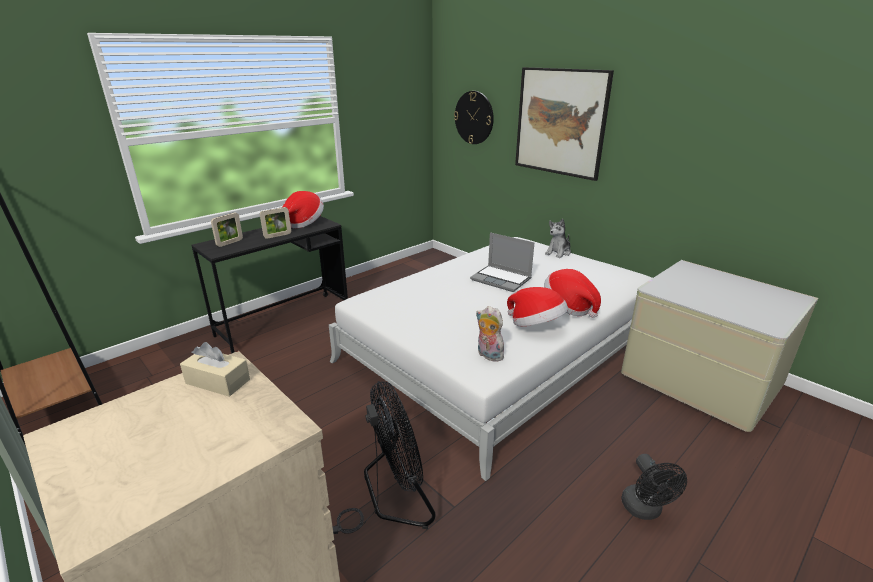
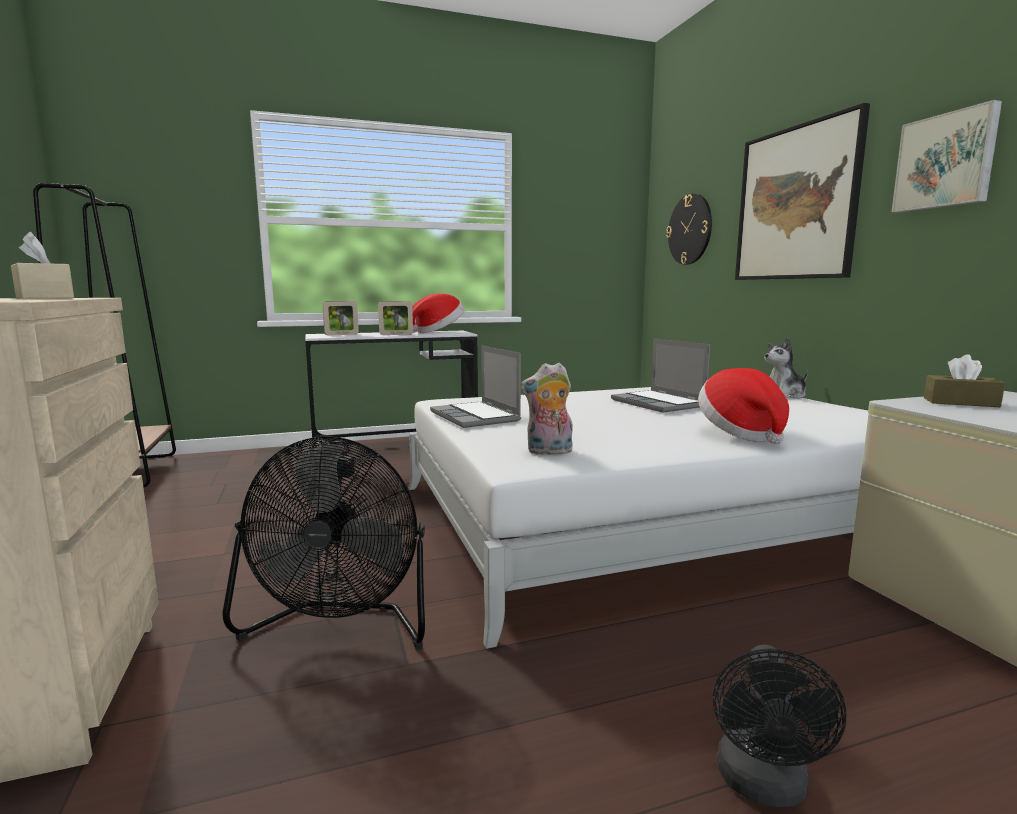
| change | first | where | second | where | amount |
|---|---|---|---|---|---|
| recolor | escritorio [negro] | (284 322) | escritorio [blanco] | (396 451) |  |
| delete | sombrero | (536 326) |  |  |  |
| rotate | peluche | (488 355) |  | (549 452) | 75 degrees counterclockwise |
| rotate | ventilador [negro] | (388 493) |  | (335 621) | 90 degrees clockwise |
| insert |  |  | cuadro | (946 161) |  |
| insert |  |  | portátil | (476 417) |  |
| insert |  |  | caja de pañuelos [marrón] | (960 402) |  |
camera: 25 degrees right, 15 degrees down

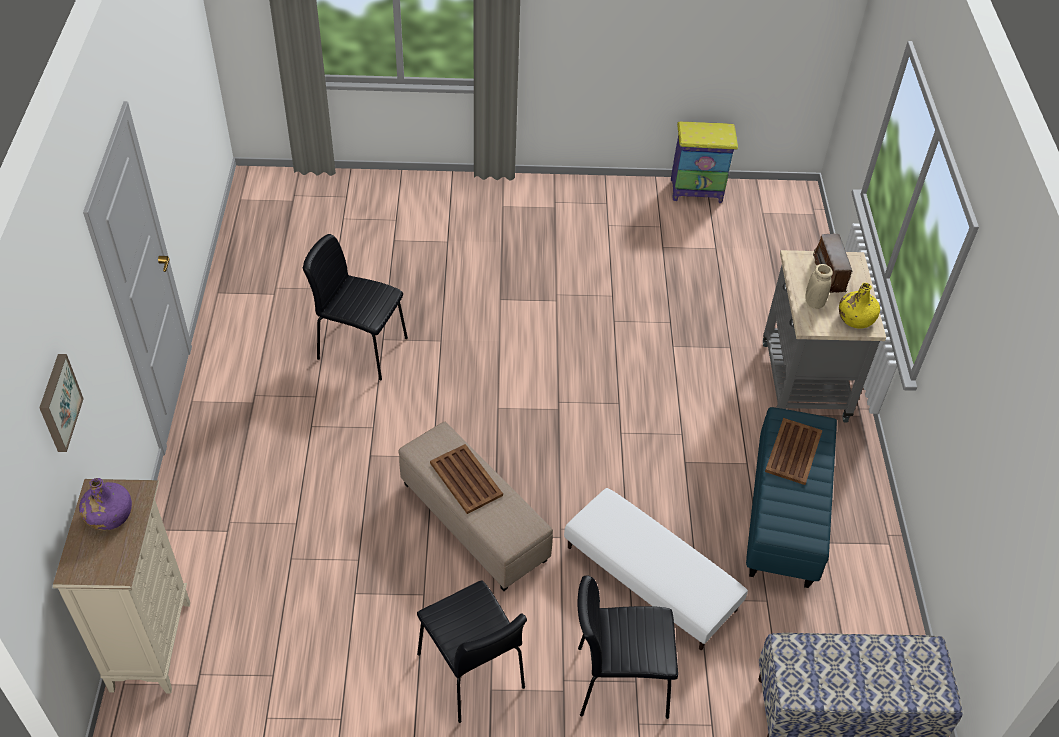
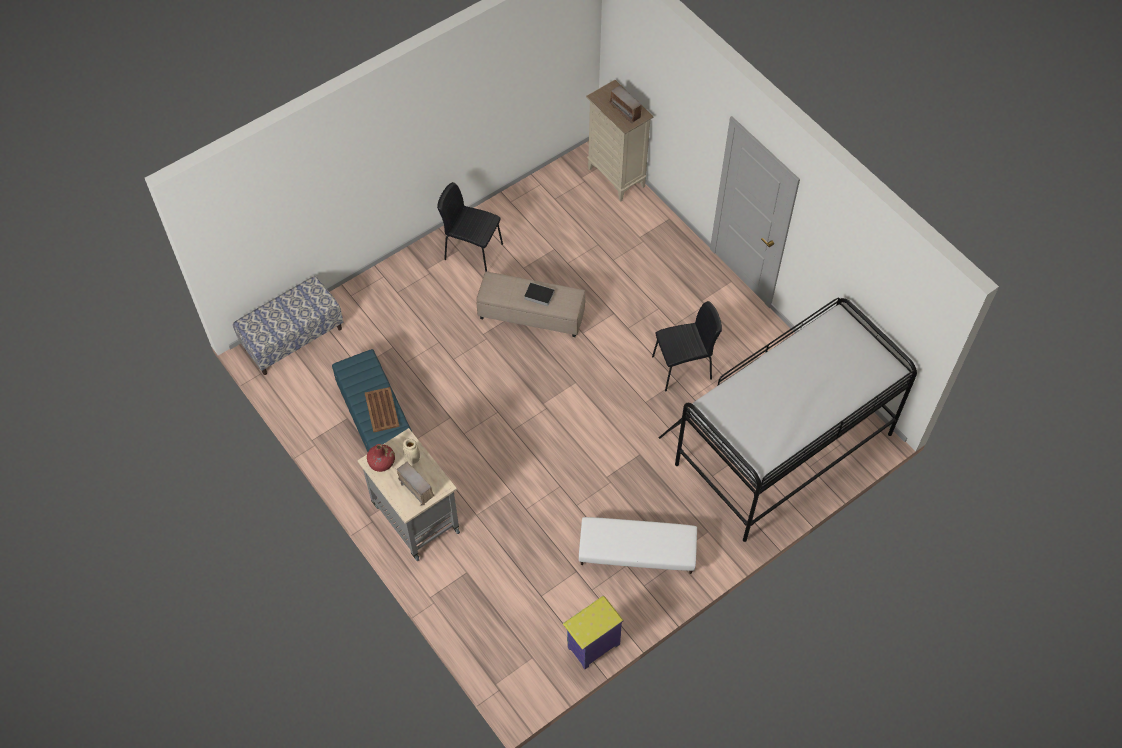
| change | first | where | second | where | amount |
|---|---|---|---|---|---|
| recolor | botella [amarillo] | (856 318) | botella [rojo] | (382 462) |  |
| delete | cuadro | (58 403) |  |  |  |
| replace | bandeja [marrón] | (465 478) | libro | (538 295) |  |
| replace | botella [morado] | (109 515) | radio | (625 110) |  |
| move | puf [blanco] | (651 578) |  | (637 552) |  |
| delete | silla [negro] | (618 682) |  |  |  |
| insert |  |  | cama [negro] | (780 449) |  |
camera: 145 degrees right, 10 degrees up

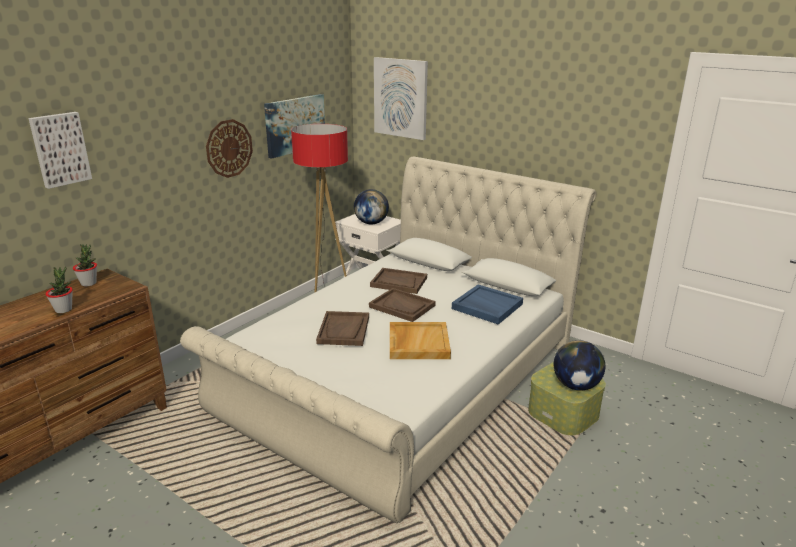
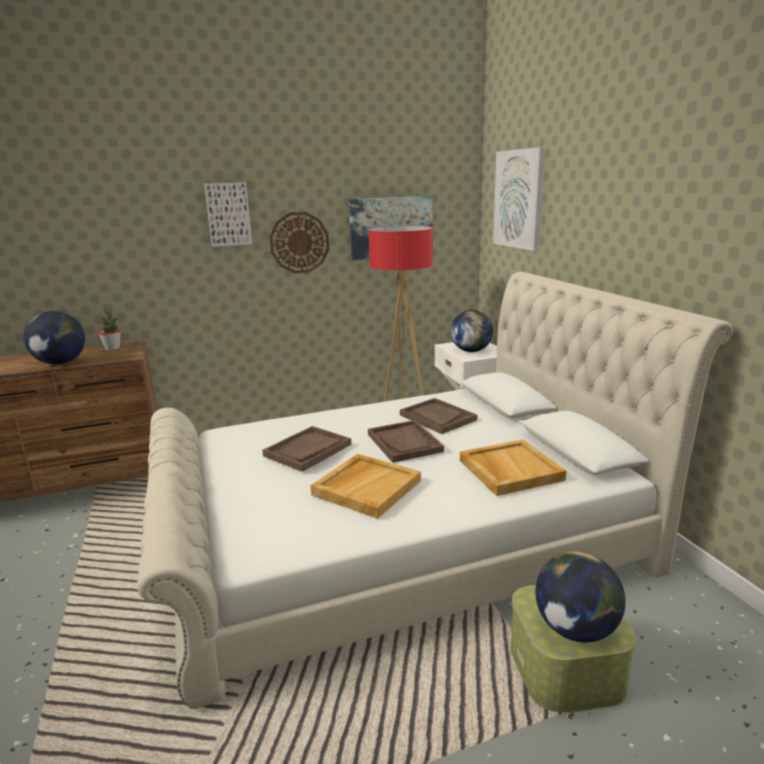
| change | first | where | second | where | amount |
|---|---|---|---|---|---|
| move | cuadro | (60 149) |  | (228 214) |  |
| replace | planta en maceta | (64 310) | globo terráqueo | (60 363) |  |
| recolor | bandeja [azul] | (486 306) | bandeja [beis] | (509 470) |  |
camera: 35 degrees right, 5 degrees down

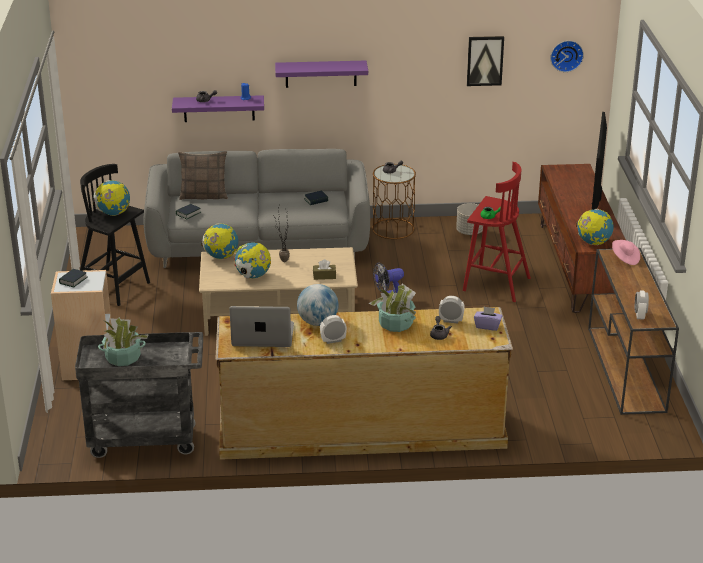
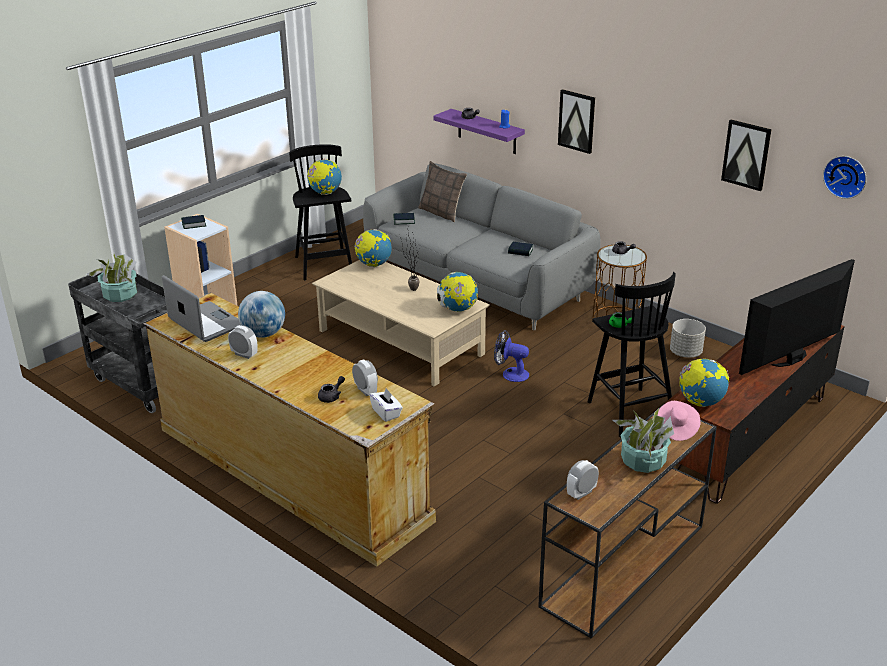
| change | first | where | second | where | amount |
|---|---|---|---|---|---|
| replace | estante [morado] | (321 74) | cuadro | (577 121) |  |
| recolor | taburete [rojo] | (494 283) | taburete [negro] | (628 410) |  |
| move | globo terráqueo | (253 276) |  | (457 309) |  |
| delete | caja de pañuelos [marrón] | (324 276) |  |  |  |
| move | planta en maceta | (396 324) |  | (643 461) |  |
| recolor | caja de pañuelos [morado] | (487 326) | caja de pañuelos [blanco] | (386 413) |  |
camera: 45 degrees right, 0 degrees up

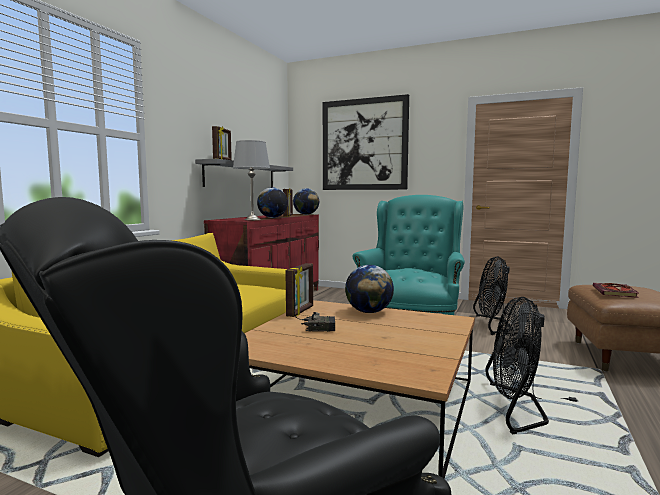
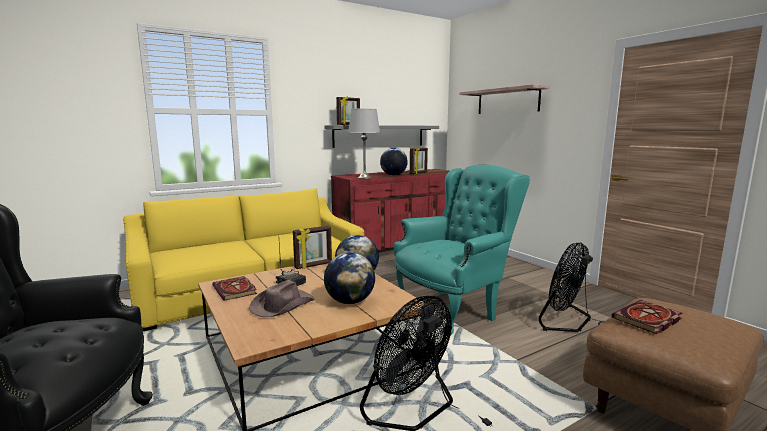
| change | first | where | second | where | amount |
|---|---|---|---|---|---|
| replace | cuadro | (364 144) | estante | (507 101) |  |
| move | globo terráqueo | (306 214) |  | (350 301) |  |
| insert |  |  | libro | (236 290) |  |
| insert |  |  | sombrero [marrón] | (281 305) |  |
camera: 35 degrees right, 5 degrees up

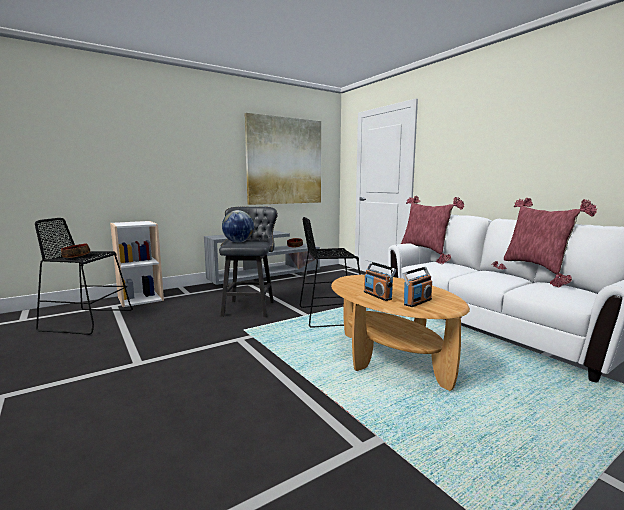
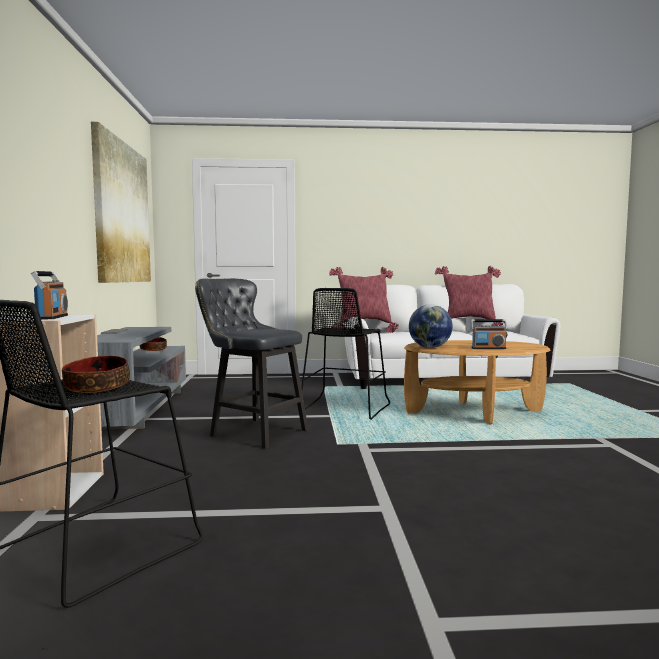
| change | first | where | second | where | amount |
|---|---|---|---|---|---|
| move | globo terráqueo | (238 242) |  | (429 347) |  |
| move | radio | (417 302) |  | (52 317) |  |
camera: 60 degrees left, 5 degrees down

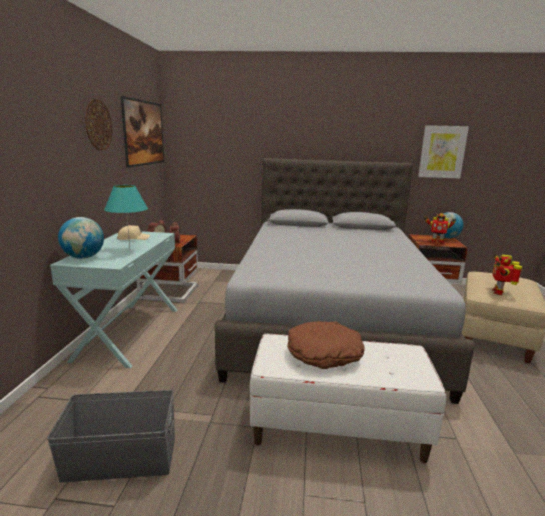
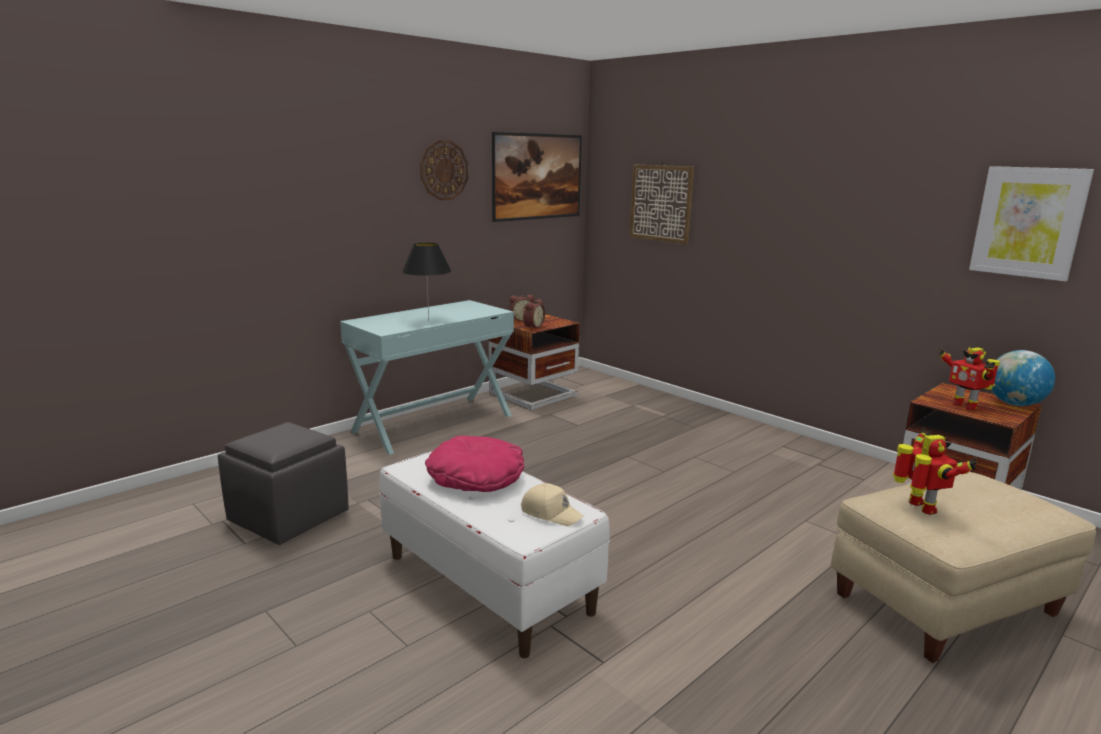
| change | first | where | second | where | amount |
|---|---|---|---|---|---|
| delete | cama [gris] | (330 317) |  |  |  |
| recolor | lámpara de mesa [turquesa] | (129 250) | lámpara de mesa [negro] | (428 321) |  |
| delete | globo terráqueo | (84 257) |  |  |  |
| move | gorra [beis] | (133 238) |  | (551 513) |  |
| rotate | robot de juguete | (499 292) |  | (920 508) | 105 degrees clockwise |
| recolor | cojín [marrón] | (323 353) | cojín [rosa] | (477 477) |  |
| replace | caja de almacenaje [gris] | (120 458) | puf [gris] | (289 516) |  |
| insert |  |  | cuadro | (661 202) |  |
camera: 40 degrees right, 0 degrees up

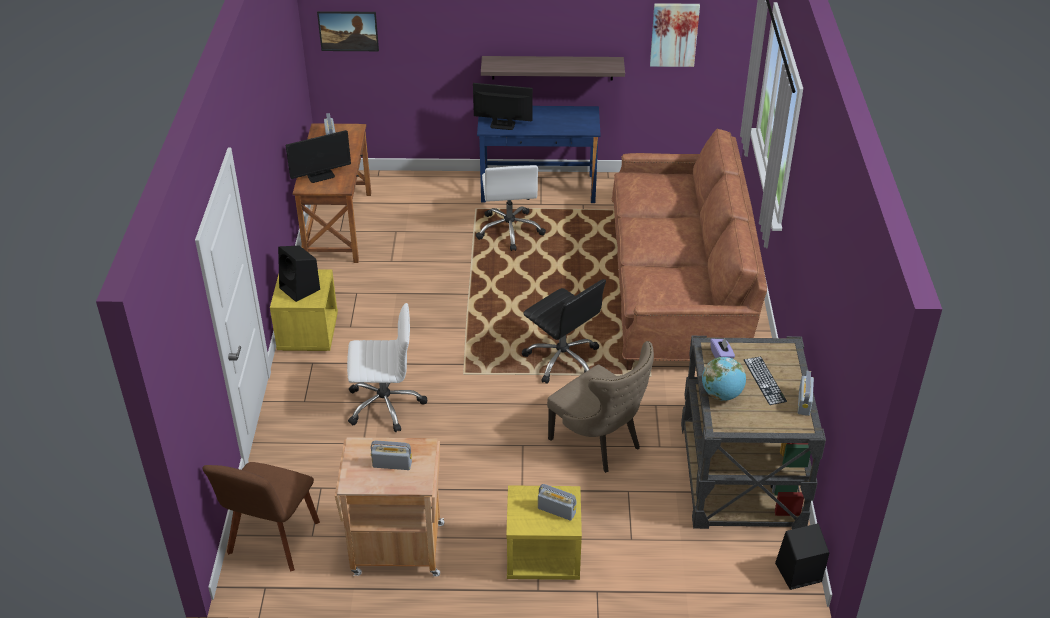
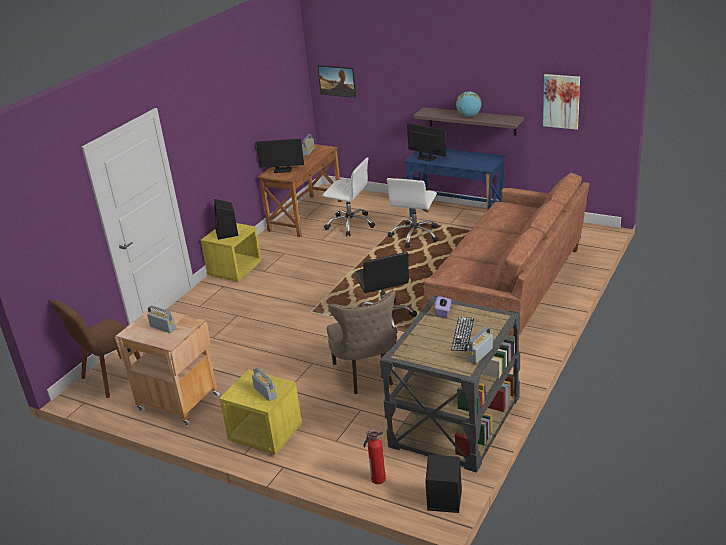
| change | first | where | second | where | amount |
|---|---|---|---|---|---|
| move | silla de oficina [blanco] | (385 404) |  | (350 224) |  |
| move | globo terráqueo | (721 394) |  | (469 116) |  |
| insert |  |  | extintor | (377 479) |  |
camera: 30 degrees right, 10 degrees down

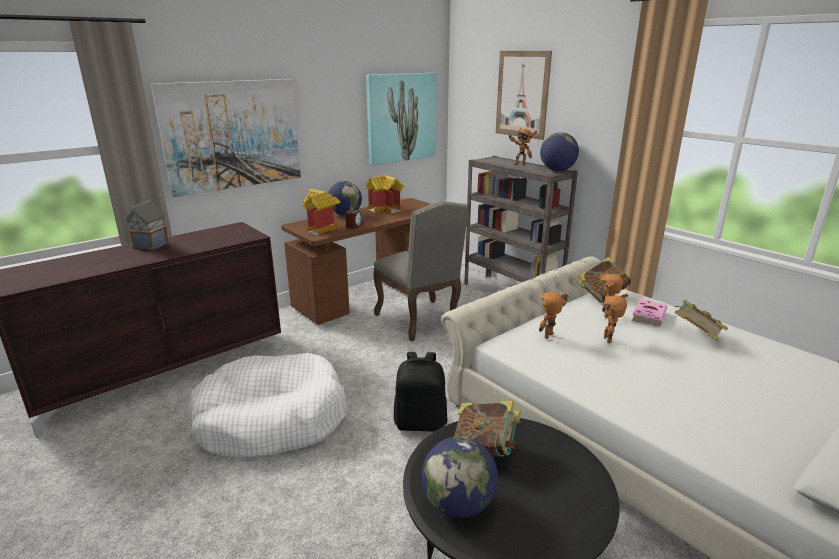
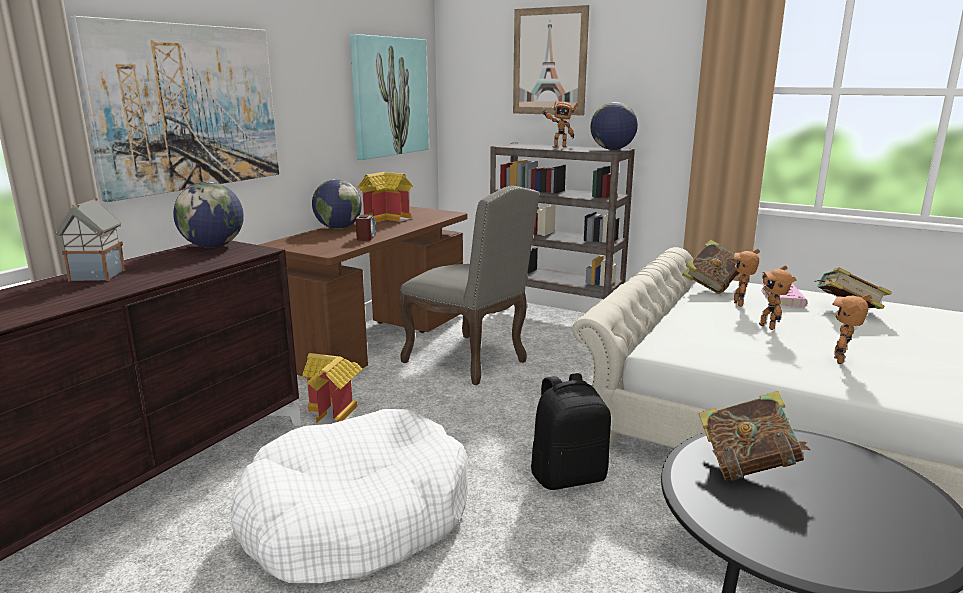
| change | first | where | second | where | amount |
|---|---|---|---|---|---|
| move | casita | (322 228) |  | (335 412) |  |
| move | robot de juguete | (551 337) |  | (842 360) |  |
| move | globo terráqueo | (458 504) |  | (213 246) |  |
camera: 20 degrees left, 5 degrees down

